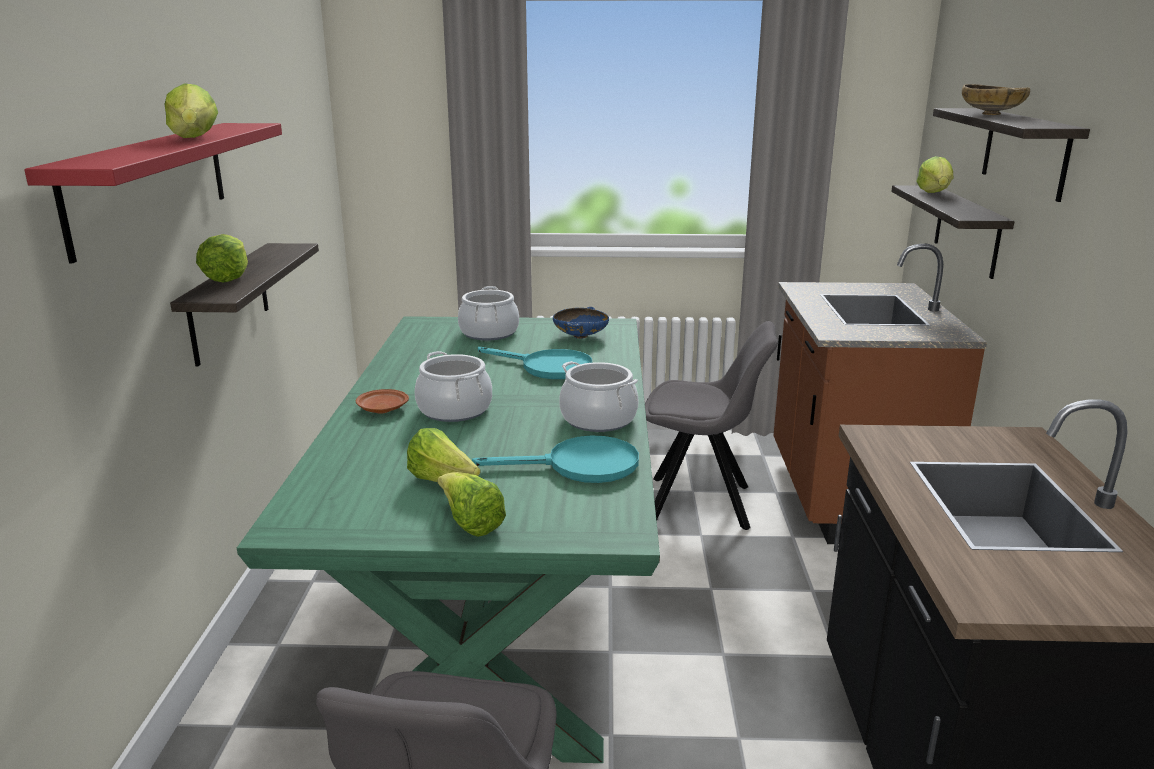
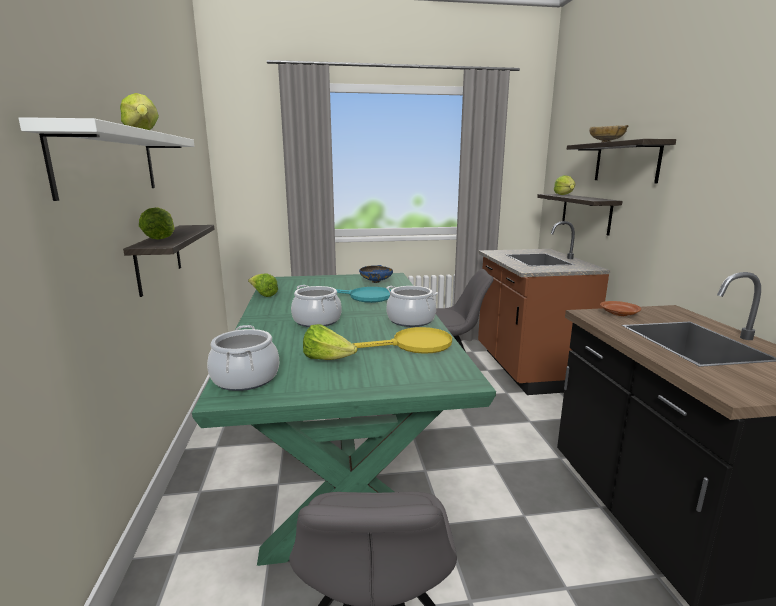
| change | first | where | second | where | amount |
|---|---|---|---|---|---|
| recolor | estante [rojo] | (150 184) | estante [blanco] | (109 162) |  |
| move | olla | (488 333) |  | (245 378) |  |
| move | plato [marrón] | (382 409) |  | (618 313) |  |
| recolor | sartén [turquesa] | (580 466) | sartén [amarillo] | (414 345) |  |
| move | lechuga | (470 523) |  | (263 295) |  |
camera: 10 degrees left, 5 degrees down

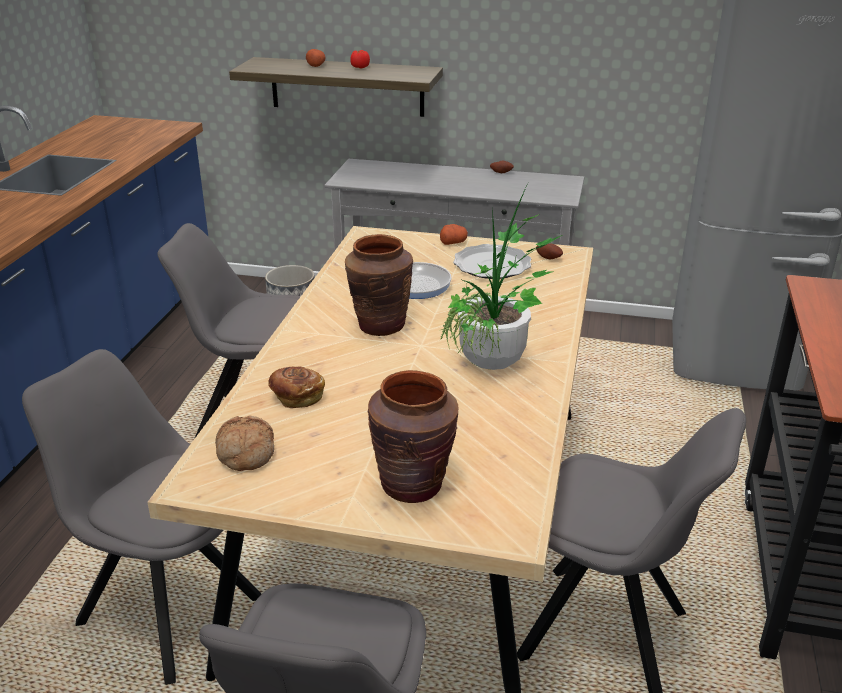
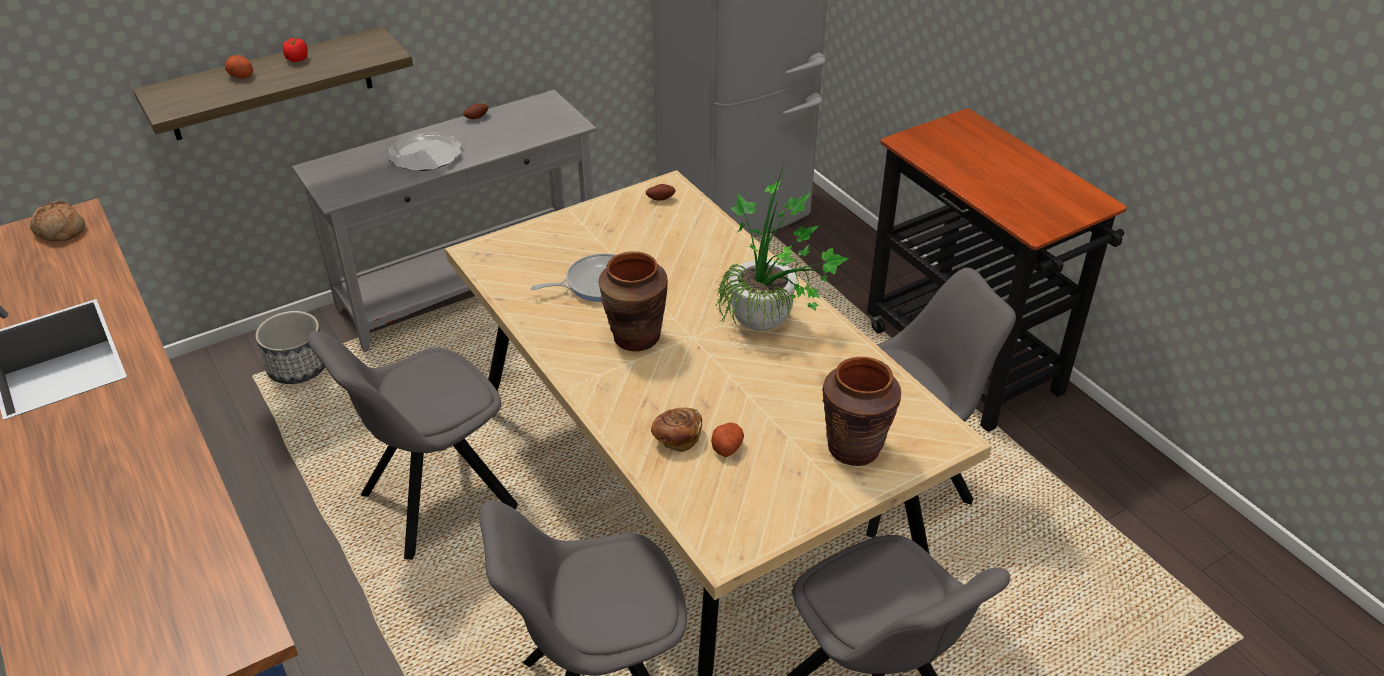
| change | first | where | second | where | amount |
|---|---|---|---|---|---|
| move | patata | (453 242) |  | (726 446) |  |
| move | plato | (491 265) |  | (425 155) |  |
| move | pan | (244 453) |  | (59 231) |  |
camera: 45 degrees left, 10 degrees up

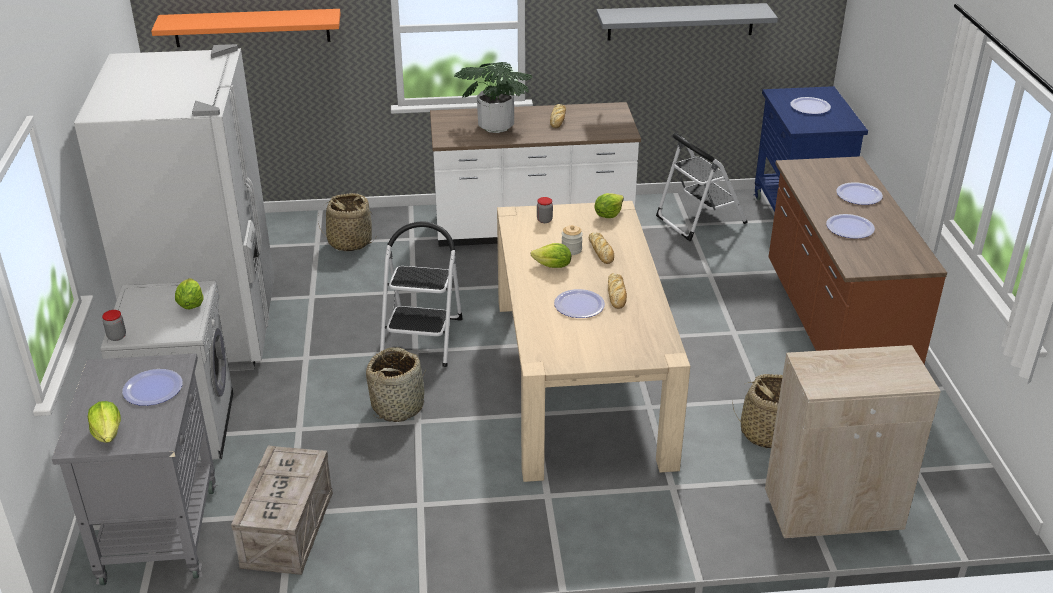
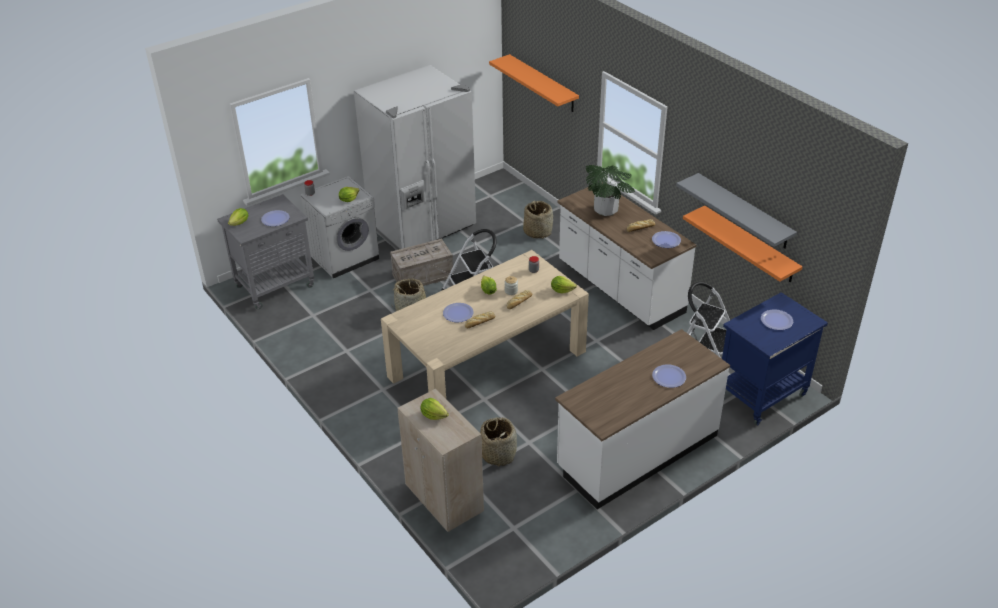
| change | first | where | second | where | amount |
|---|---|---|---|---|---|
| recolor | mueble bajo de cocina [marrón] | (833 326) | mueble bajo de cocina [blanco] | (637 451) |  |
| move | plato | (850 228) |  | (666 240) |  |
| move | caja de embalaje | (287 528) |  | (423 276) |  |
| insert |  |  | estante [naranja] | (750 244) |  |
| insert |  |  | lechuga | (433 415) |  |
camera: 60 degrees right, 5 degrees up

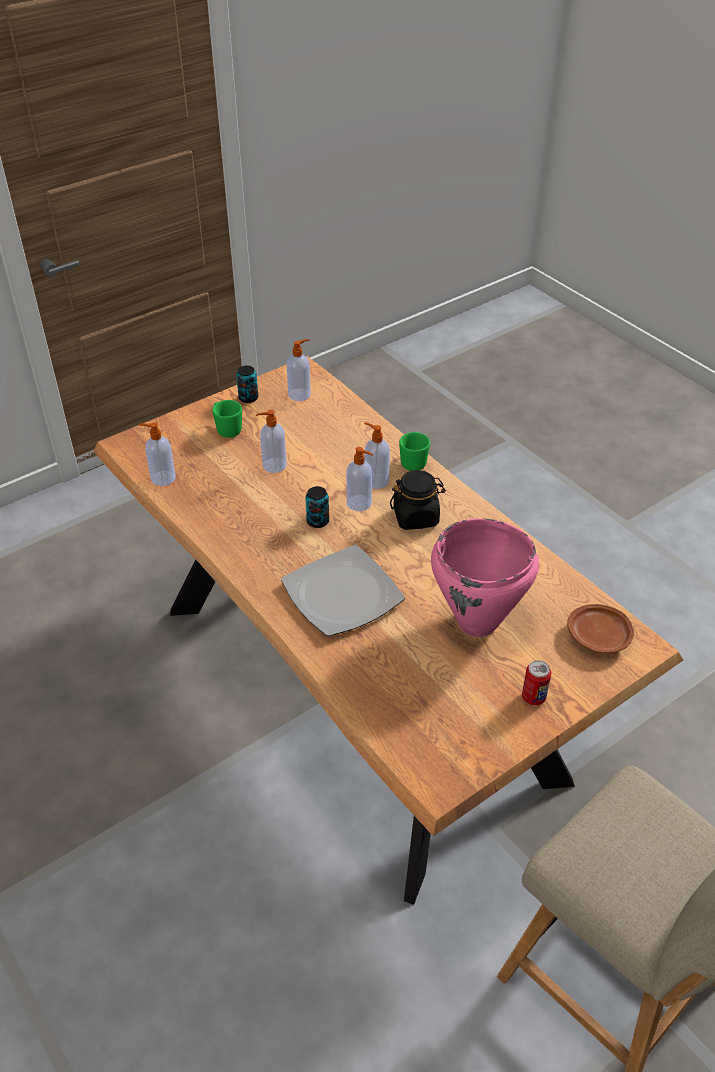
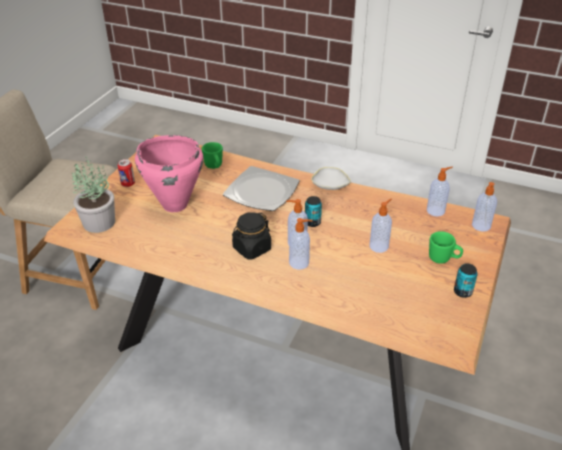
| change | first | where | second | where | amount |
|---|---|---|---|---|---|
| move | dispensador de jabón | (300 394) |  | (480 226) |  |
| move | taza grande [verde] | (414 461) |  | (214 167) |  |
| replace | plato [marrón] | (599 636) | planta en maceta | (98 222) |  |
| insert |  |  | cuenco [blanco] | (329 185) |  |
camera: 150 degrees right, 5 degrees down

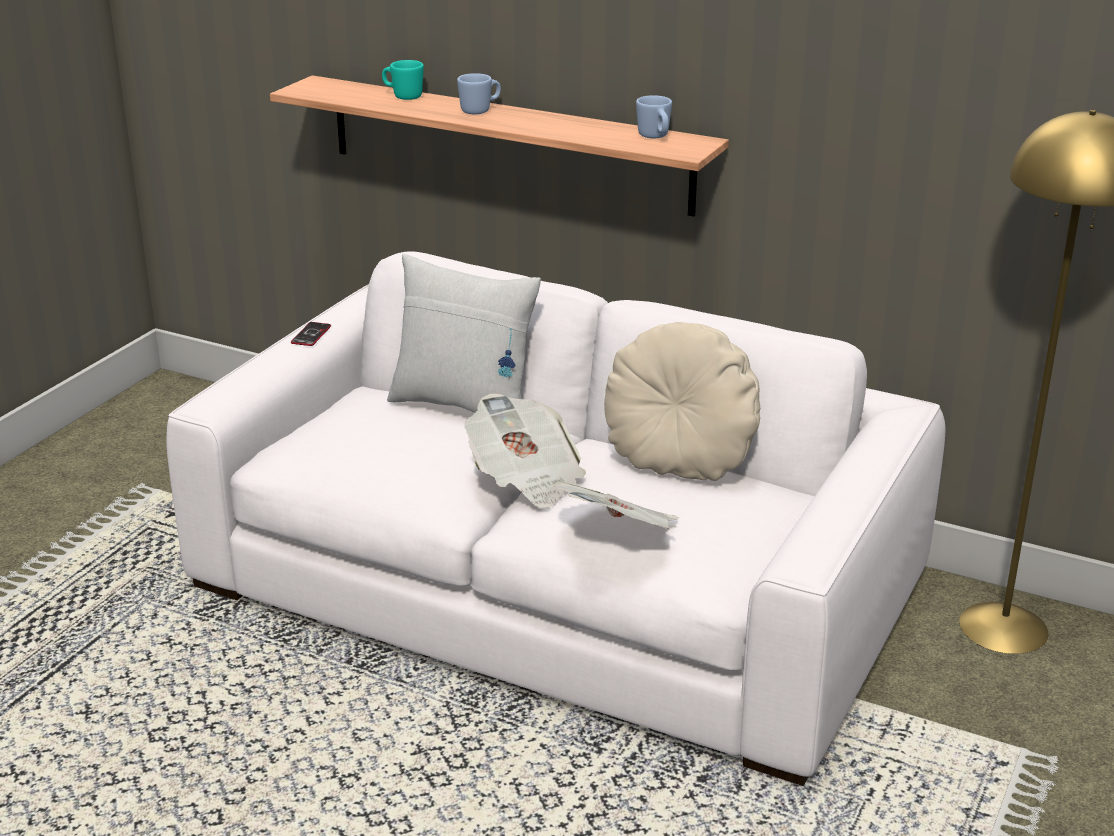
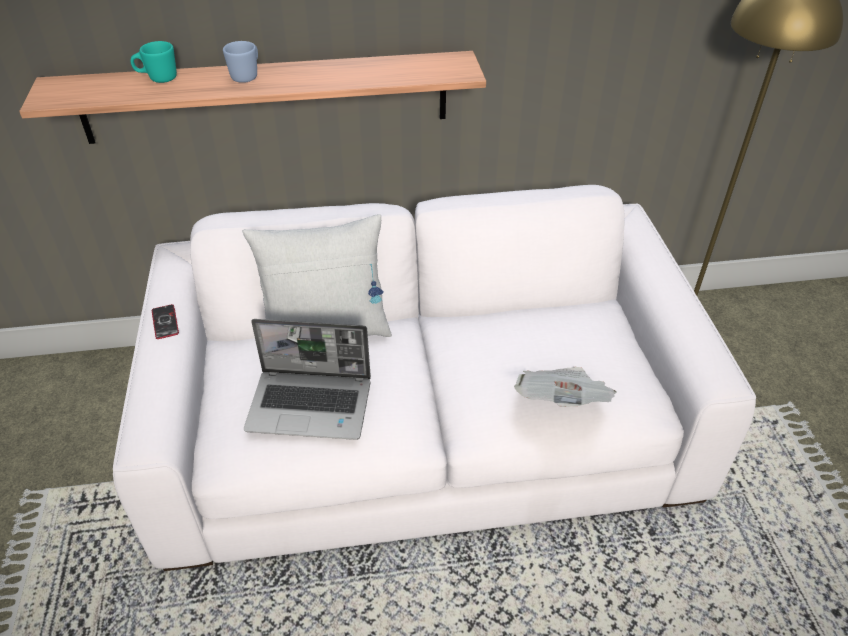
| change | first | where | second | where | amount |
|---|---|---|---|---|---|
| delete | taza grande [azul] | (655 137) |  |  |  |
| delete | cojín [beis] | (679 465) |  |  |  |
| delete | periódico | (526 478) |  |  |  |
| insert |  |  | portátil | (311 405) |  |
camera: 35 degrees left, 15 degrees up

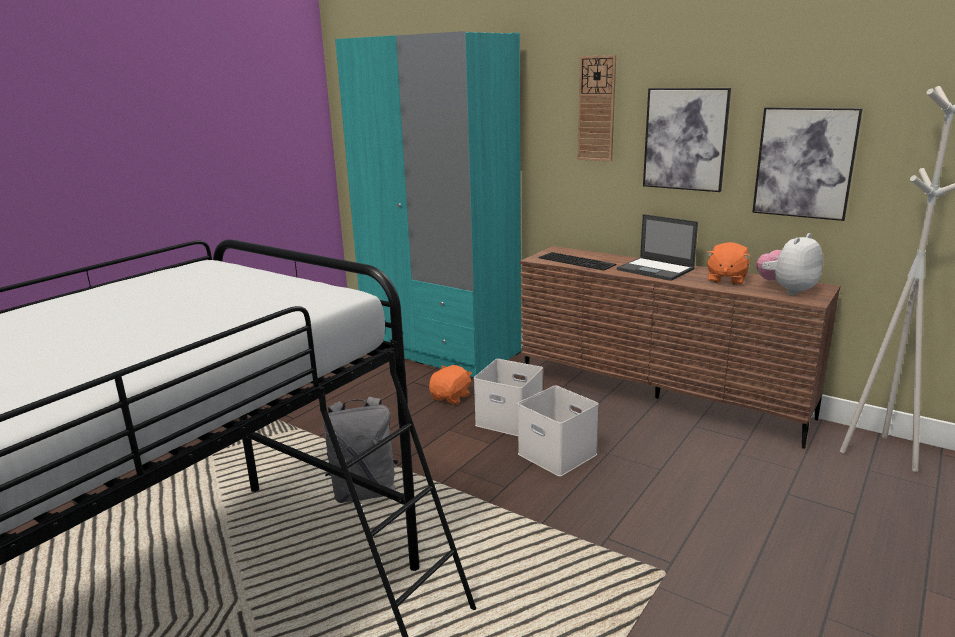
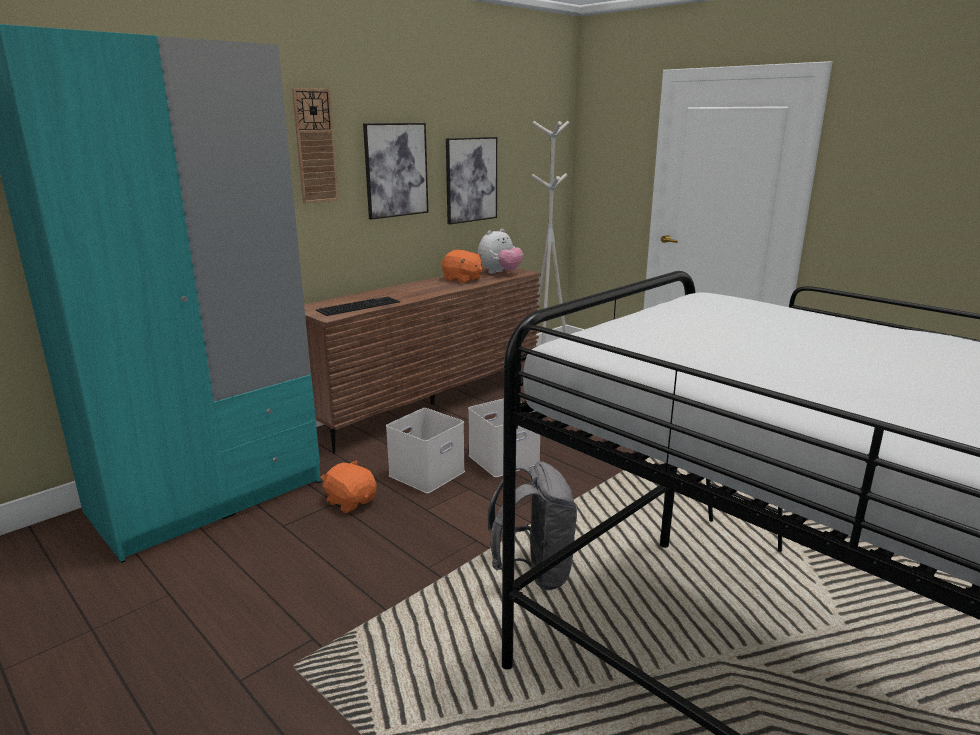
| change | first | where | second | where | amount |
|---|---|---|---|---|---|
| delete | portátil | (656 269) |  |  |  |
| rotate | peluche | (787 290) |  | (499 273) | 105 degrees counterclockwise |
camera: 80 degrees left, 0 degrees up

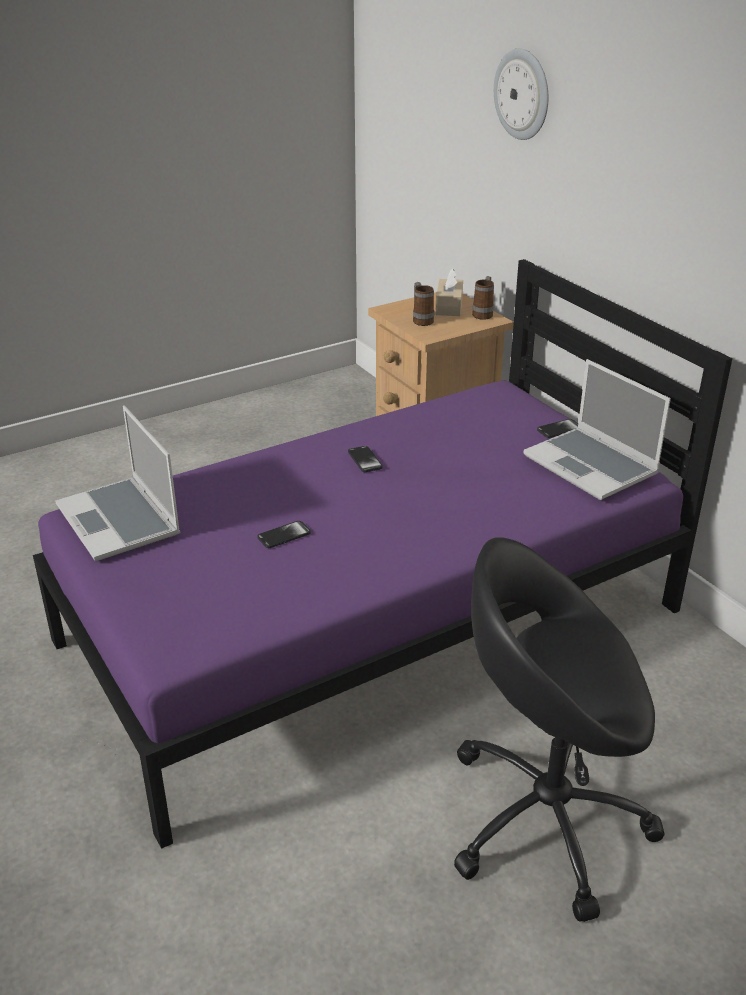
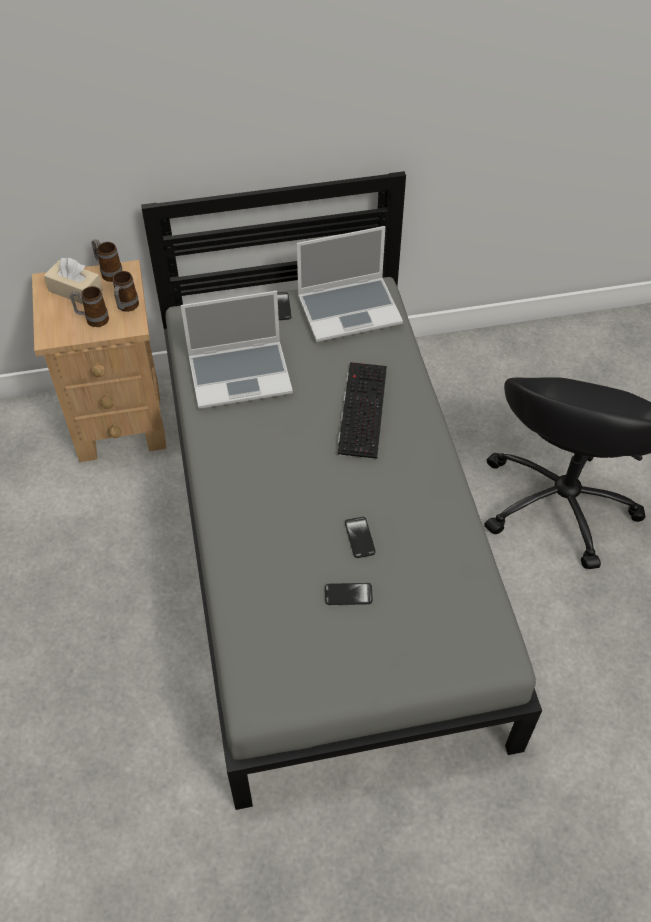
| change | first | where | second | where | amount |
|---|---|---|---|---|---|
| delete | reloj de pared | (522 94) |  |  |  |
| recolor | cama [morado] | (372 625) | cama [gris] | (326 541) |  |
| move | portátil | (120 521) |  | (241 375) |  |
| move | móvil | (365 460) |  | (348 594) |  |
| insert |  |  | taza grande | (126 308) |  |
| insert |  |  | teclado | (361 408) |  |
camera: 70 degrees left, 20 degrees up

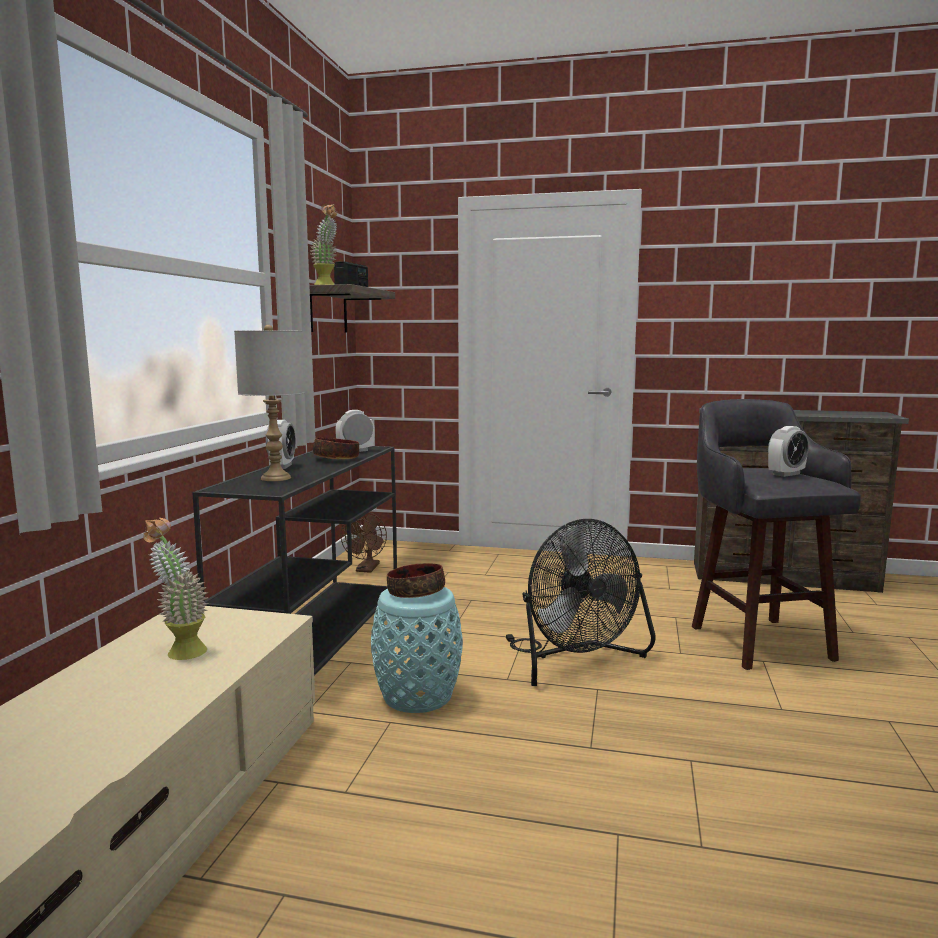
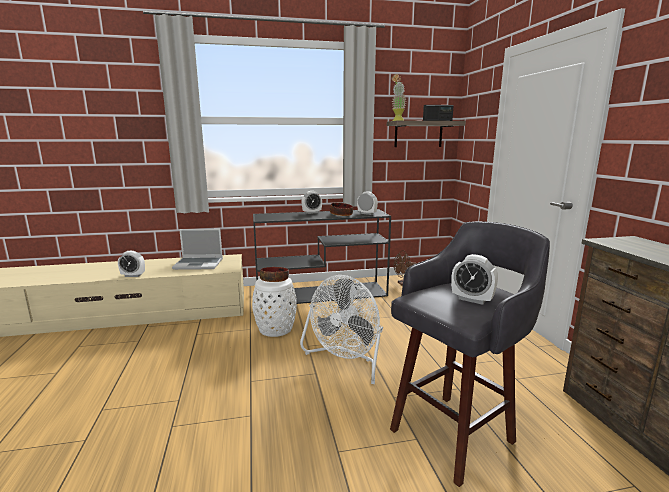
| change | first | where | second | where | amount |
|---|---|---|---|---|---|
| delete | lámpara de mesa [gris] | (275 478) |  |  |  |
| replace | planta en maceta | (179 650) | portátil | (199 264) |  |
| recolor | ventilador [negro] | (570 660) | ventilador [blanco] | (345 359) |  |
| recolor | taburete [turquesa] | (417 696) | taburete [blanco] | (276 329) |  |
| insert |  |  | despertador | (133 275) |  |
camera: 65 degrees right, 5 degrees up

